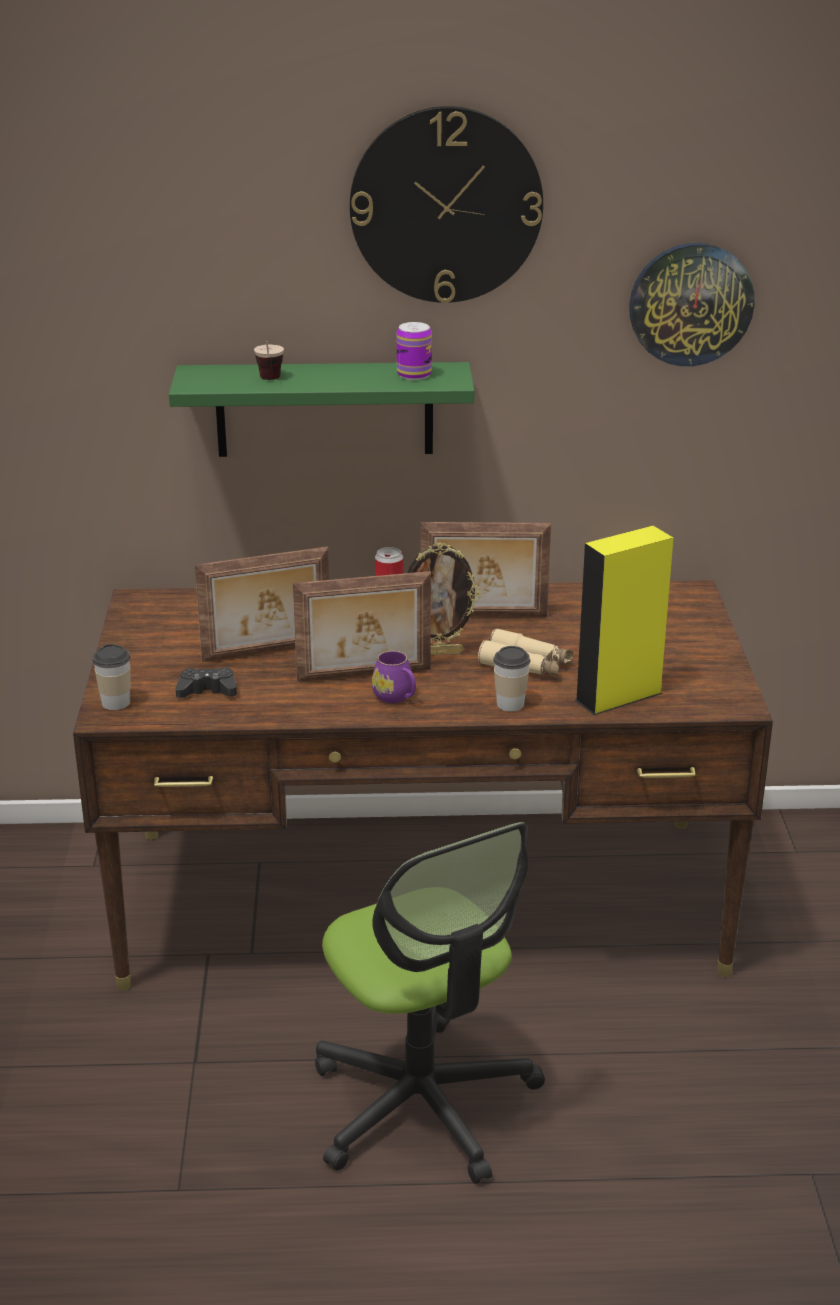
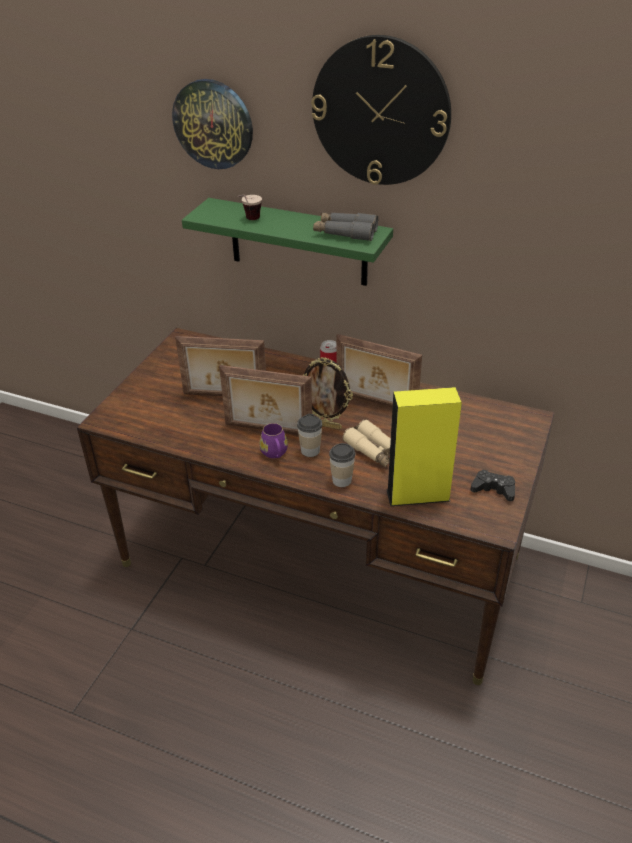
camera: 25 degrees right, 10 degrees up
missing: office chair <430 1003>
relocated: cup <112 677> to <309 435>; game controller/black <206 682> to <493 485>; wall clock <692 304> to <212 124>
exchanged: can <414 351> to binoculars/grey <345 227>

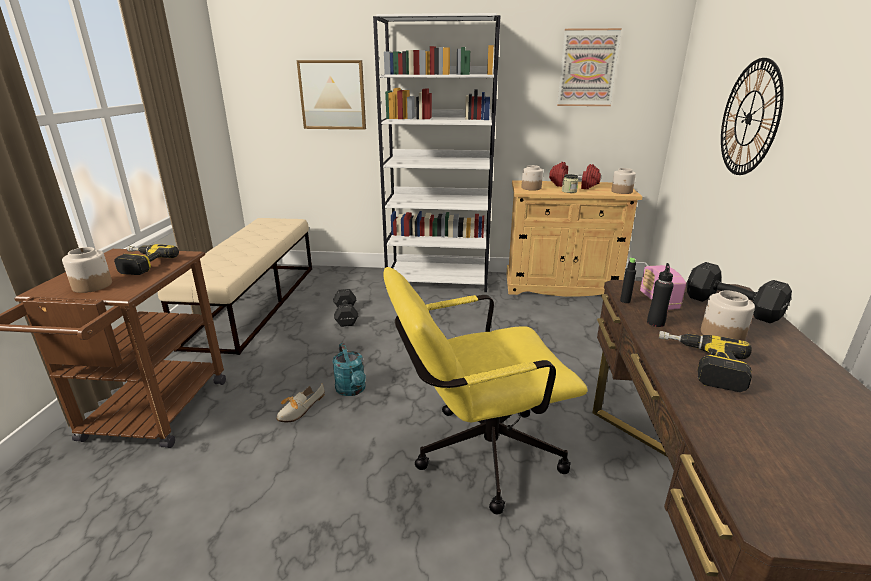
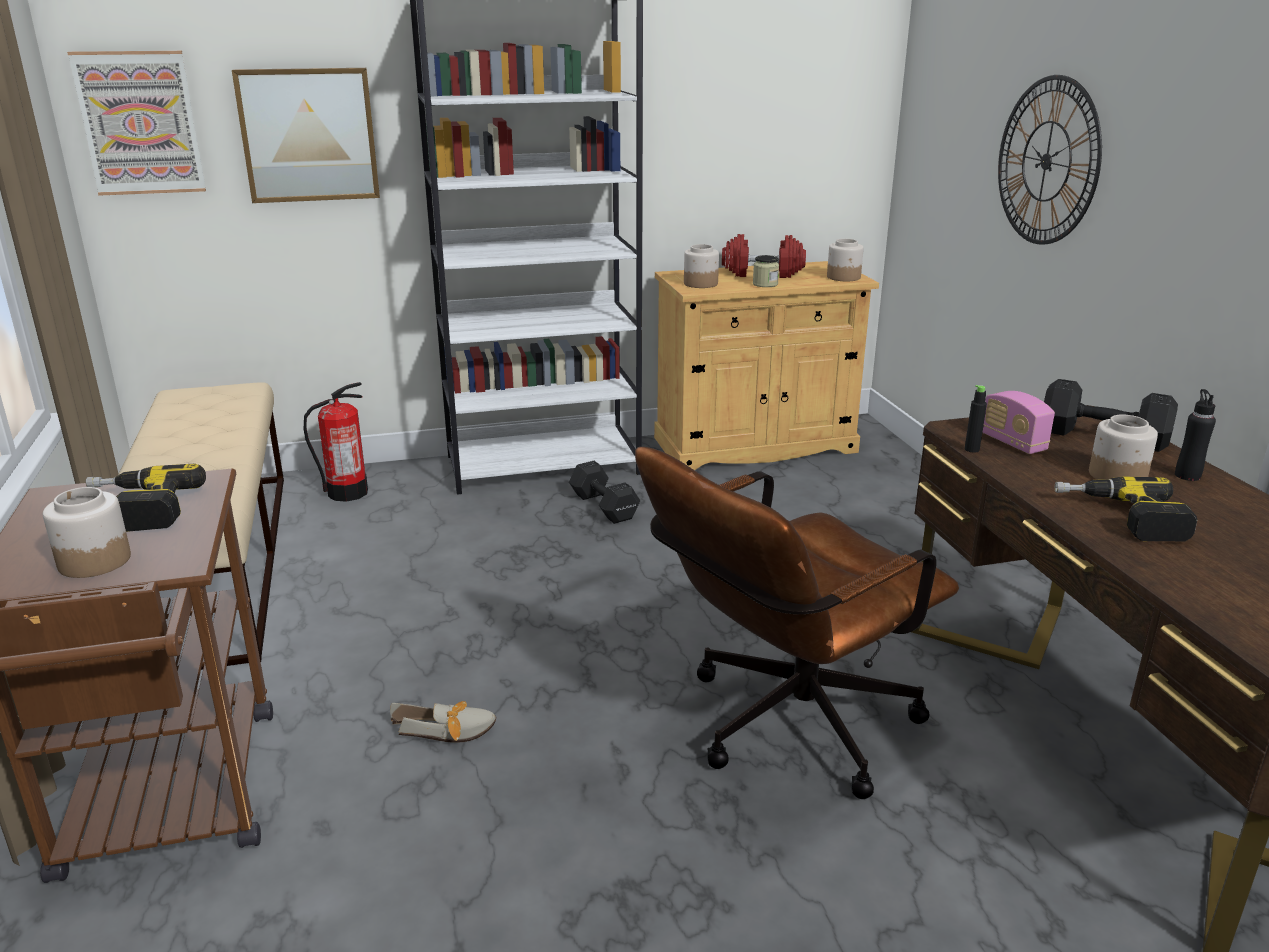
camera: 20 degrees left, 0 degrees up
missing: watering can/turquoise <349 369>
appeared: fire extinguisher <336 442>
relocated: dumbbell/black <345 308> to <604 492>; picture <589 67> to <136 123>; bottle/black <660 295> to <1195 435>
colour: office chair/yellow <485 390> to office chair/brown <797 623>
spun: shoe <300 402> = <443 722> 105 degrees counterclockwise

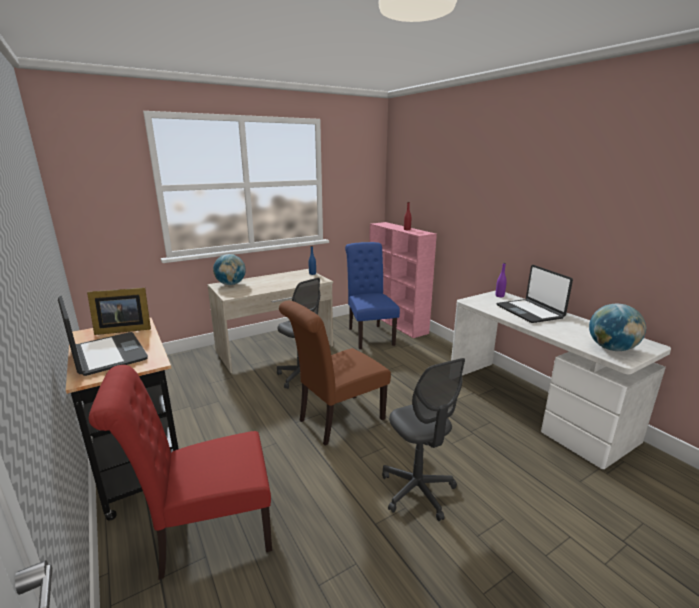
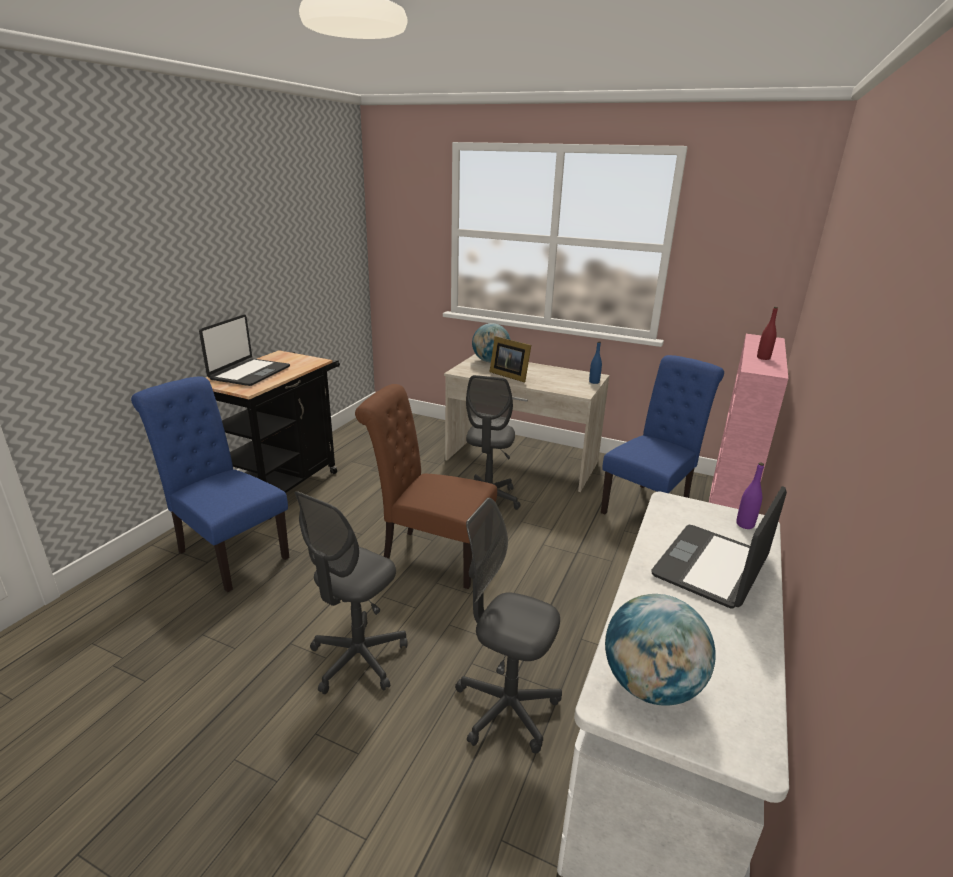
camera: 55 degrees right, 5 degrees up
appeared: office chair/grey <508 626>
relocated: picture frame <119 311> to <510 359>
colour: chair/red <180 472> to chair/blue <210 484>

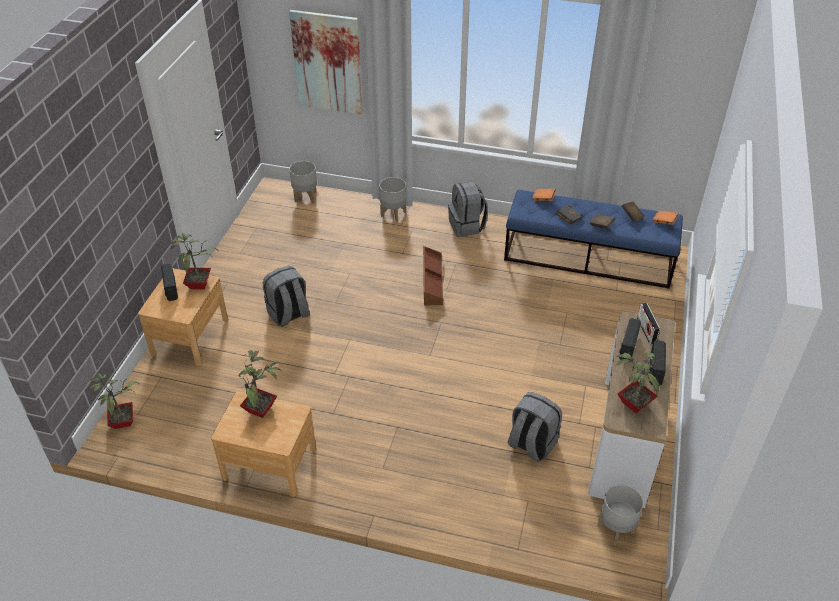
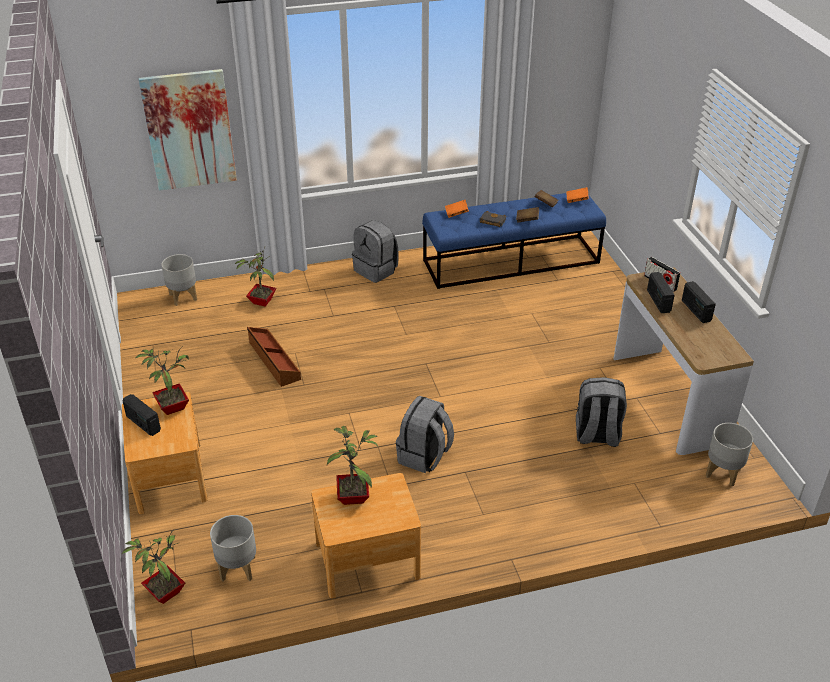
camera: 30 degrees left, 5 degrees down
relocated: backpack/grey <286 296> to <425 434>; planter/grey <392 199> to <233 548>; storage box/brown <433 275> to <274 357>; potted plant <639 380> to <255 277>

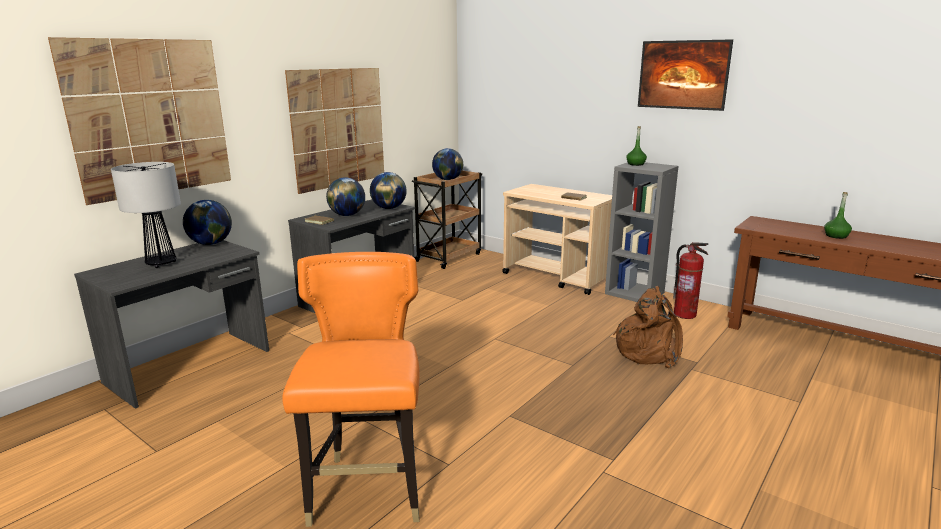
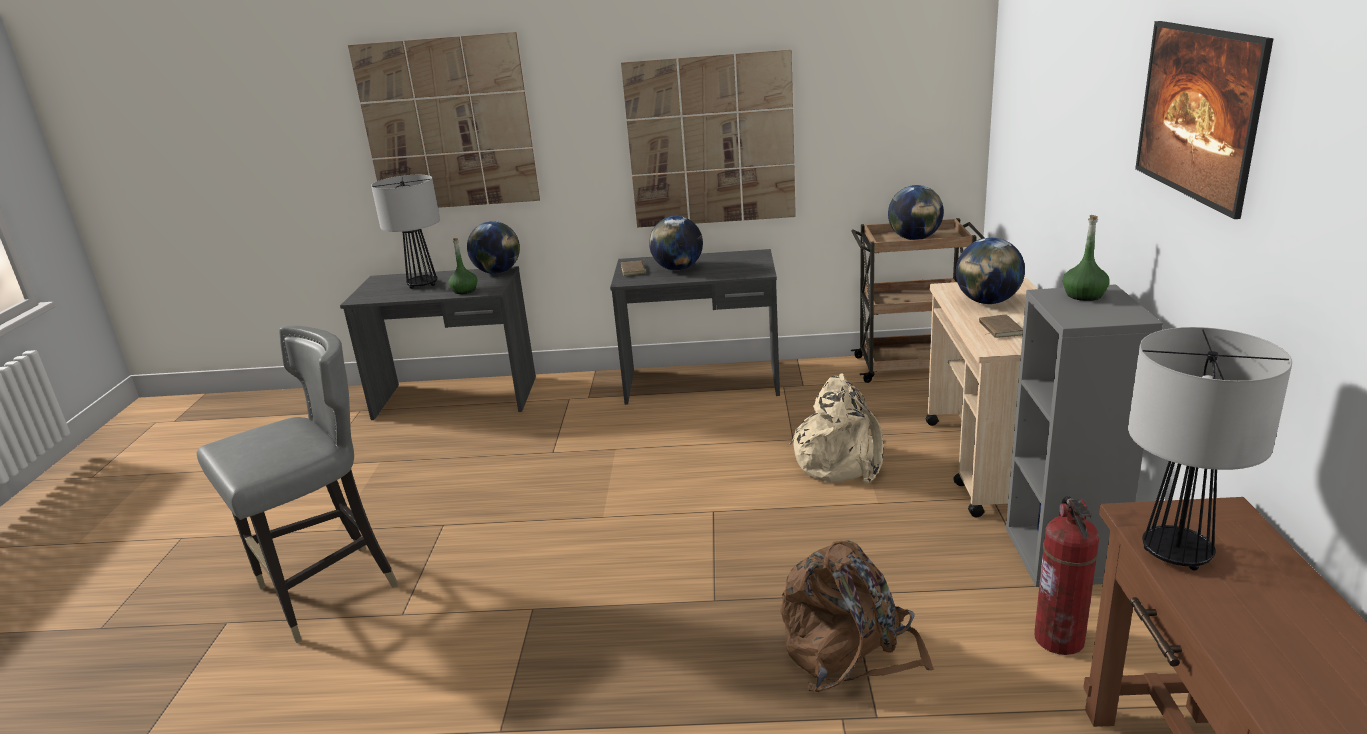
camera: 55 degrees right, 5 degrees up
appeared: backpack/beige <836 428>; table lamp <1210 449>
relocated: globe <388 190> to <990 271>; bottle/green <838 215> to <462 266>
colour: chair/orange <351 389> to chair/grey <297 484>

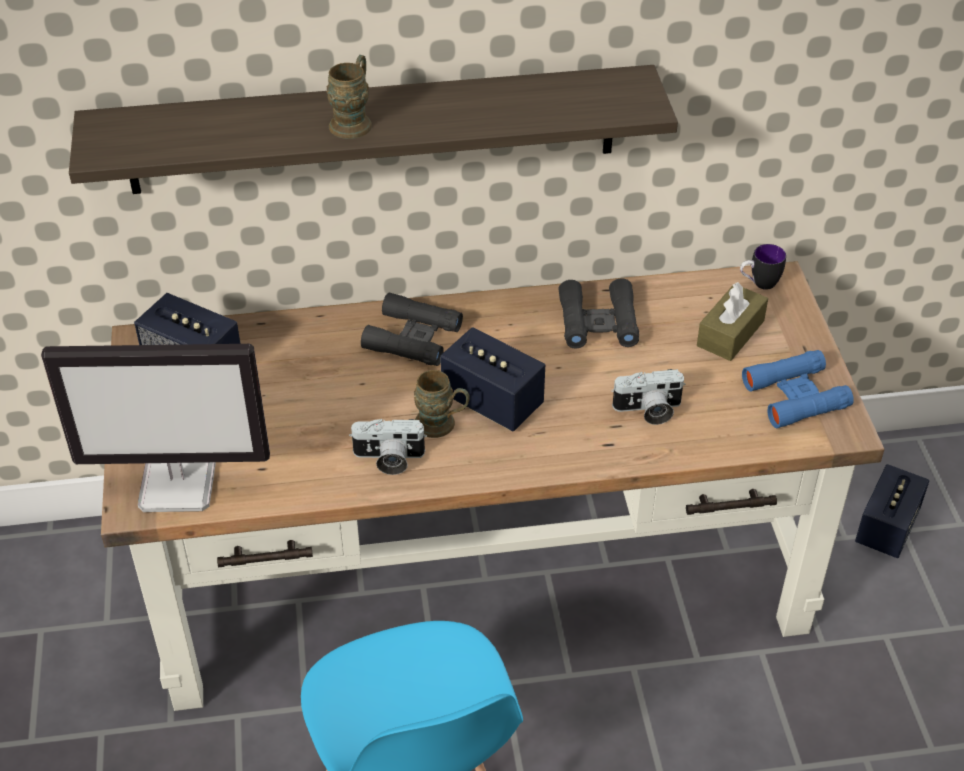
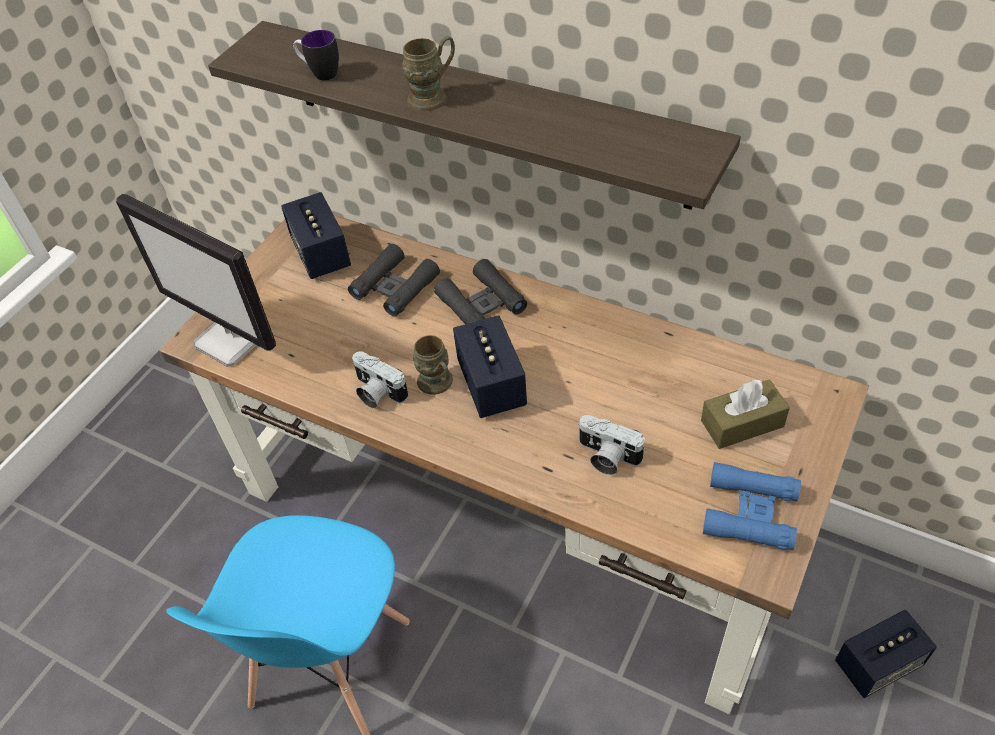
camera: 40 degrees right, 5 degrees up
relocated: binoculars/black <598 313> to <394 280>; mug <763 267> to <316 55>

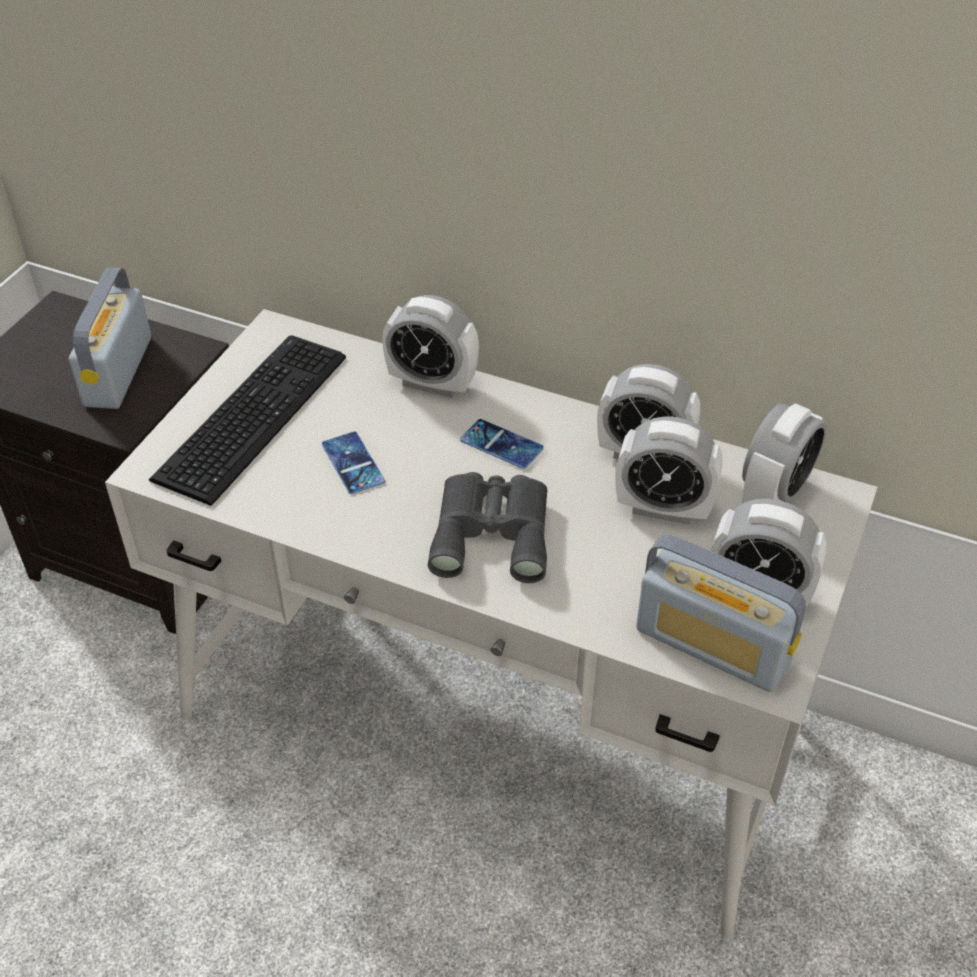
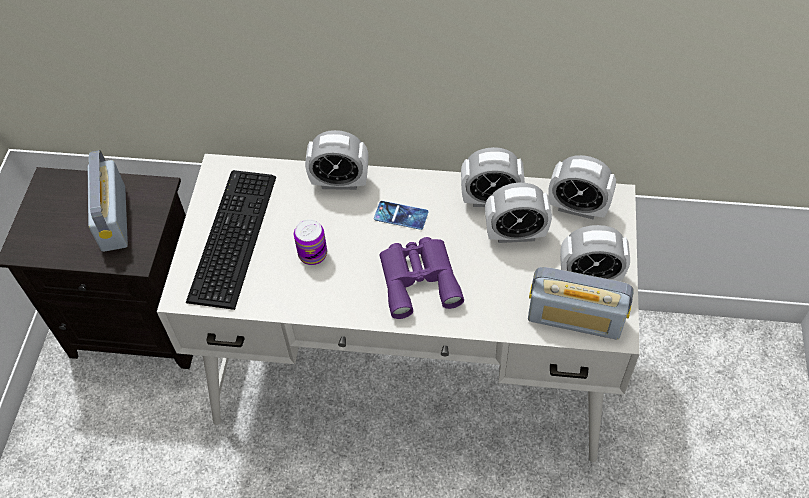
camera: 15 degrees left, 10 degrees up
exchanged: phone <353 463> to can <310 242>
colour: binoculars/grey <487 527> to binoculars/purple <422 278>
spun: alarm clock <784 453> = <582 187> 90 degrees clockwise

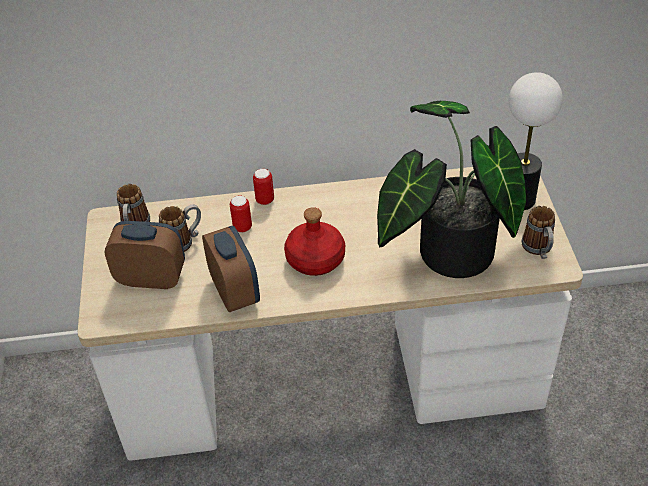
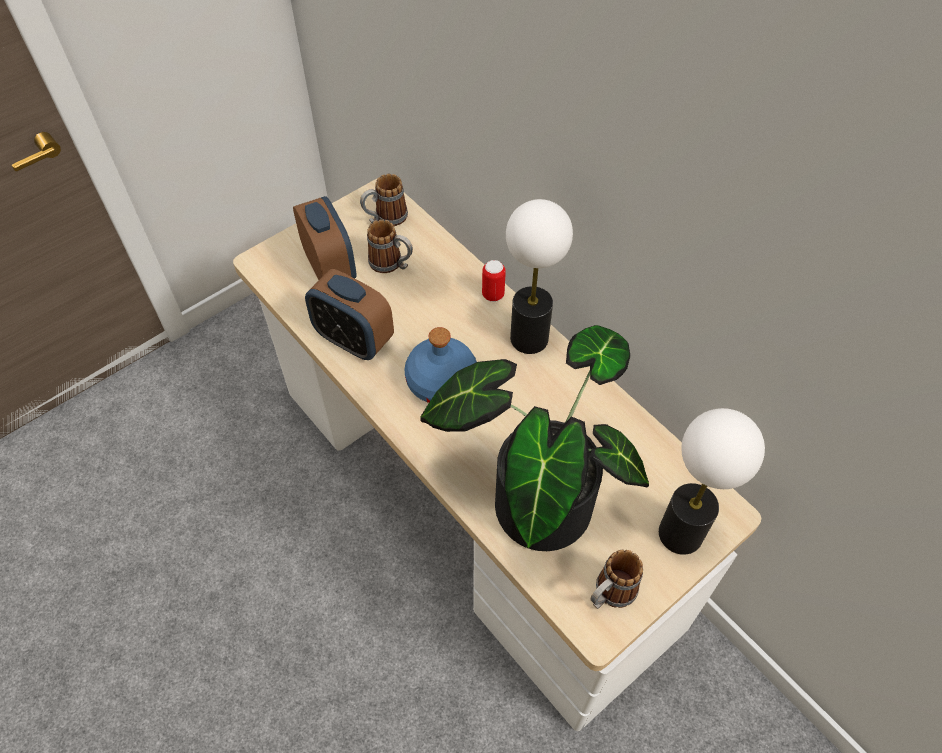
camera: 55 degrees right, 10 degrees up
missing: can <241 213>
appeared: table lamp <539 276>
colour: bottle/red <314 241> to bottle/blue <441 365>
spun: alarm clock <231 269> = <349 314> 90 degrees clockwise

